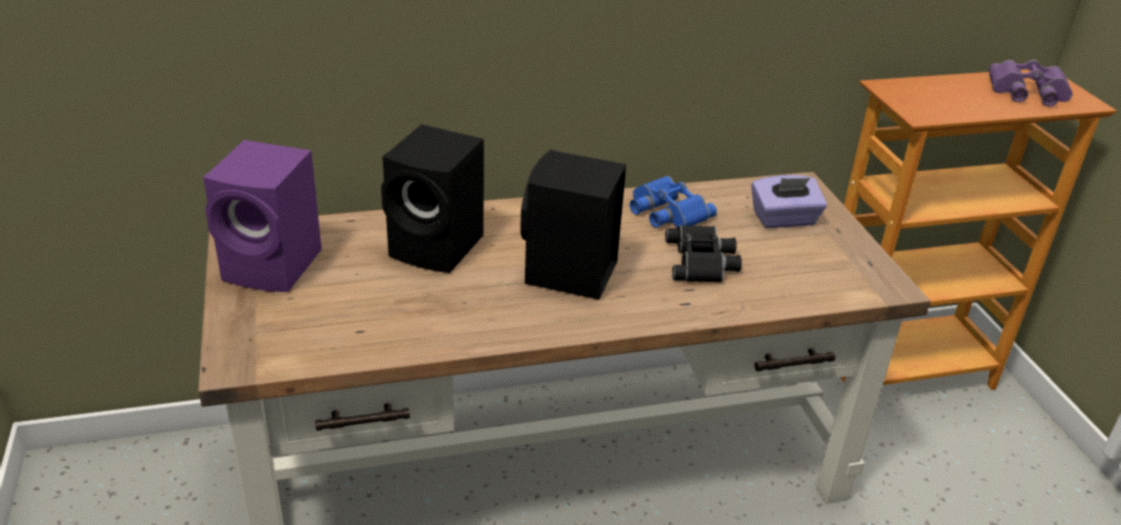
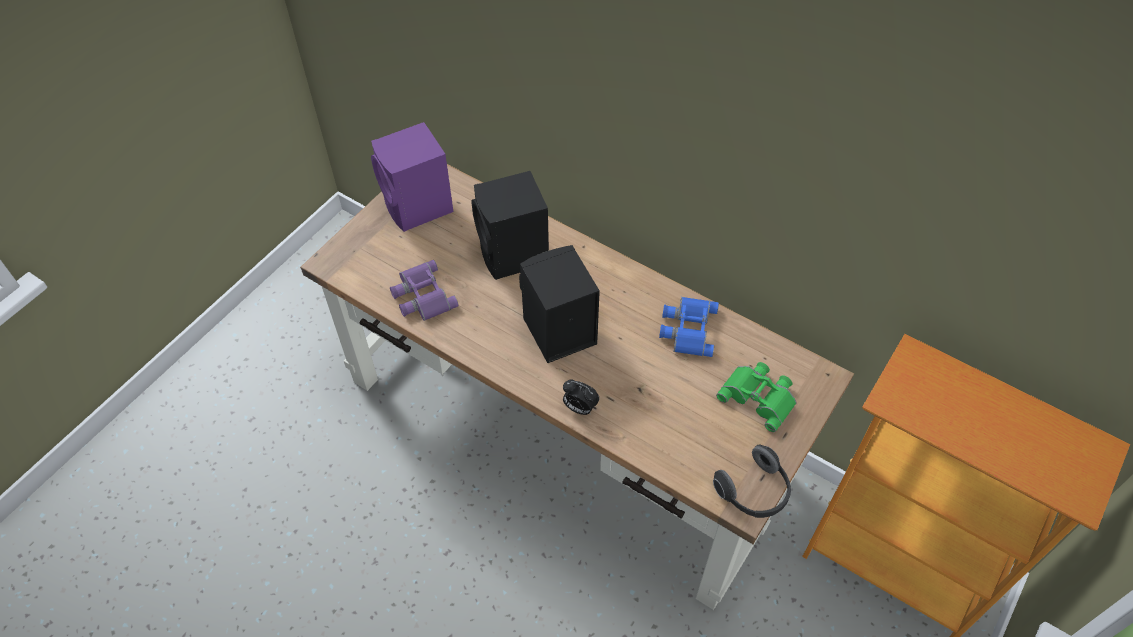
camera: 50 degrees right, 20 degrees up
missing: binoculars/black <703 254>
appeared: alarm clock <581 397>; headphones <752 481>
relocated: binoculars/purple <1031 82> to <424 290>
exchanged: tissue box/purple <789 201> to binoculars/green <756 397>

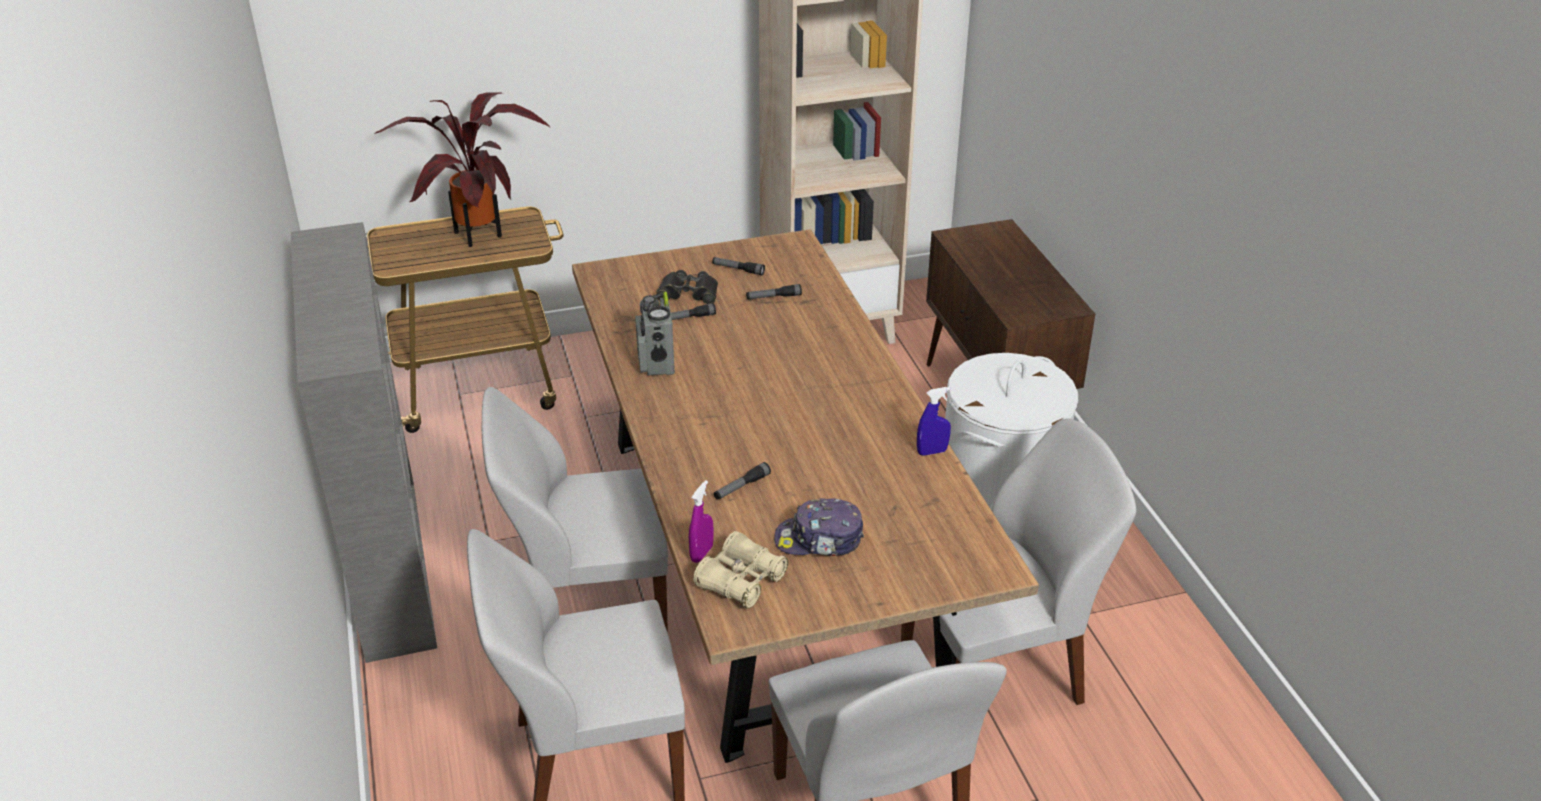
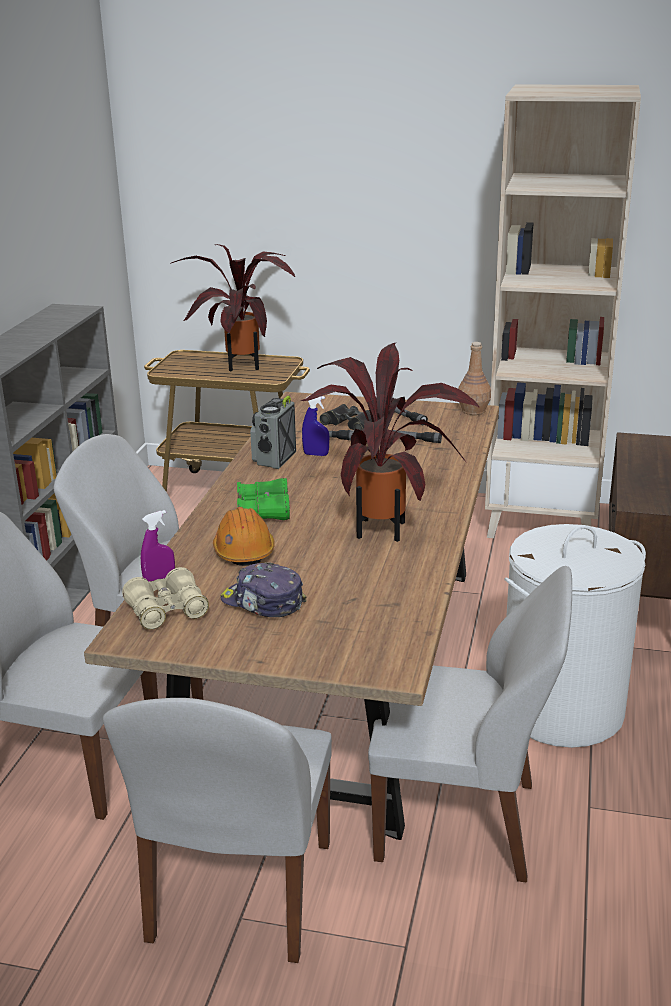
camera: 30 degrees right, 10 degrees down
appeared: binoculars/green <263 499>; potted plant <390 442>; bottle/brown <474 378>
relocated: spray bottle/blue <934 421> to <315 425>
exchanged: flashlight <742 481> to hard hat/orange <244 536>

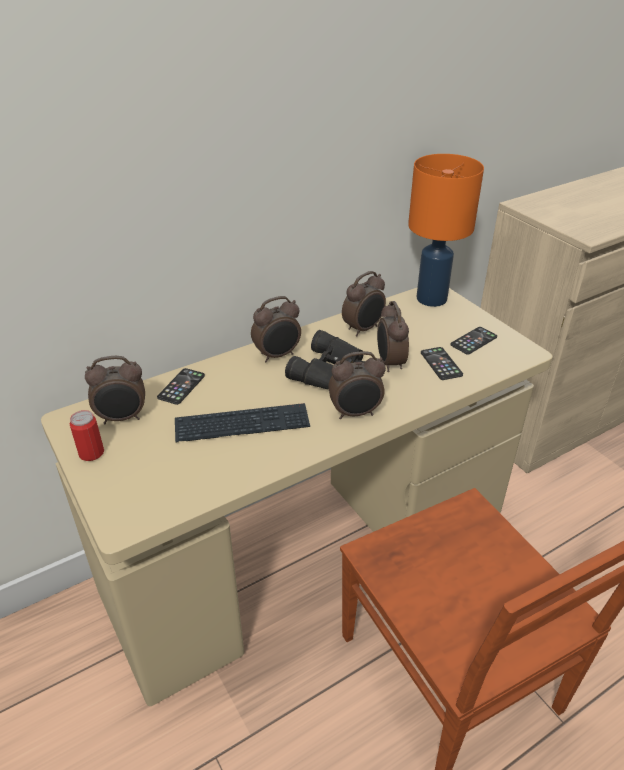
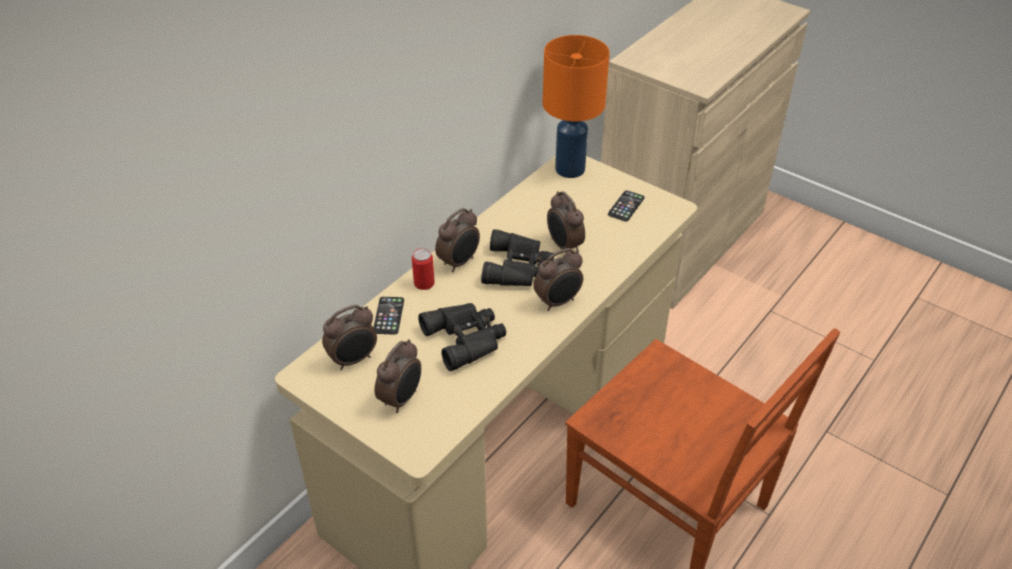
camera: 20 degrees left, 5 degrees up
missing: phone <442 363>
relocated: can <87 435> to <423 269>; alarm clock <364 303> to <397 376>
exchanged: keyboard <242 422> to binoculars/black <462 337>

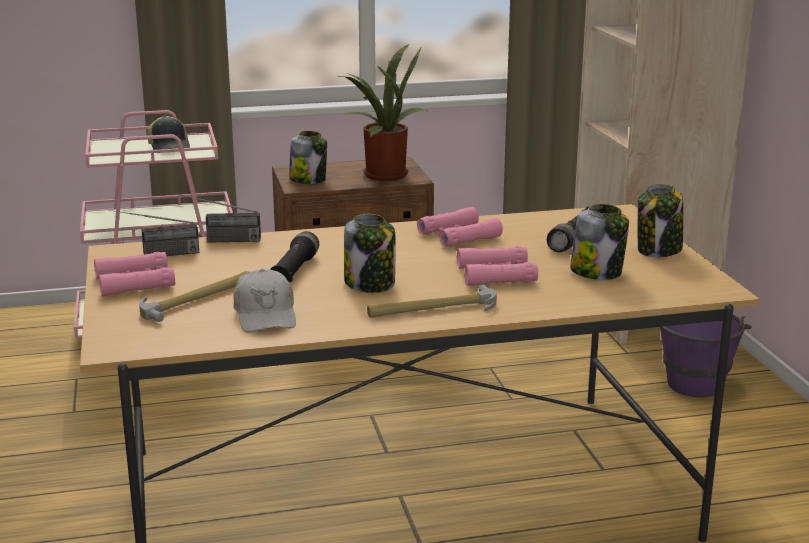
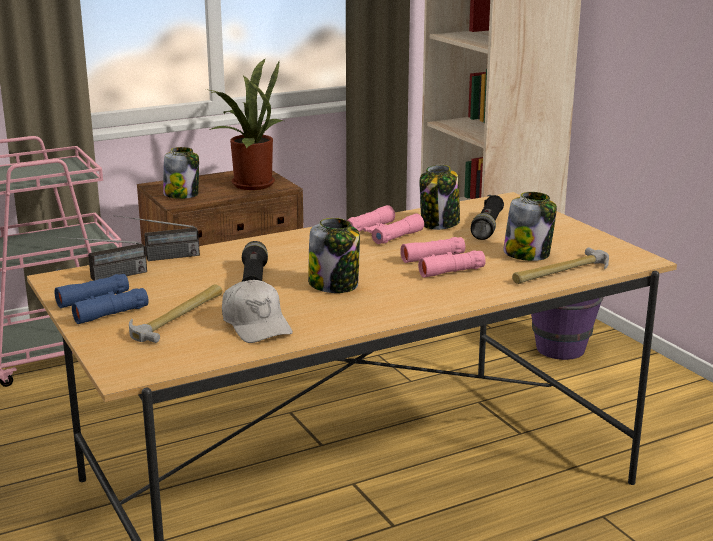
camera: 15 degrees left, 0 degrees up
missing: cap <168 132>
relocated: hammer <432 301> to <560 265>; jar <660 220> to <440 197>
colour: binoculars/pink <134 274> to binoculars/blue <101 299>

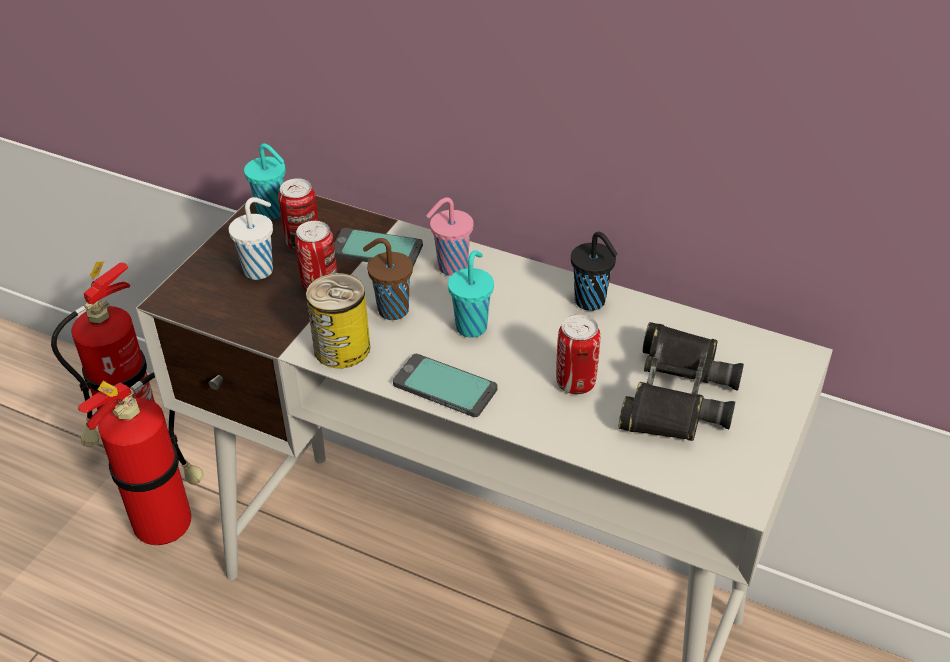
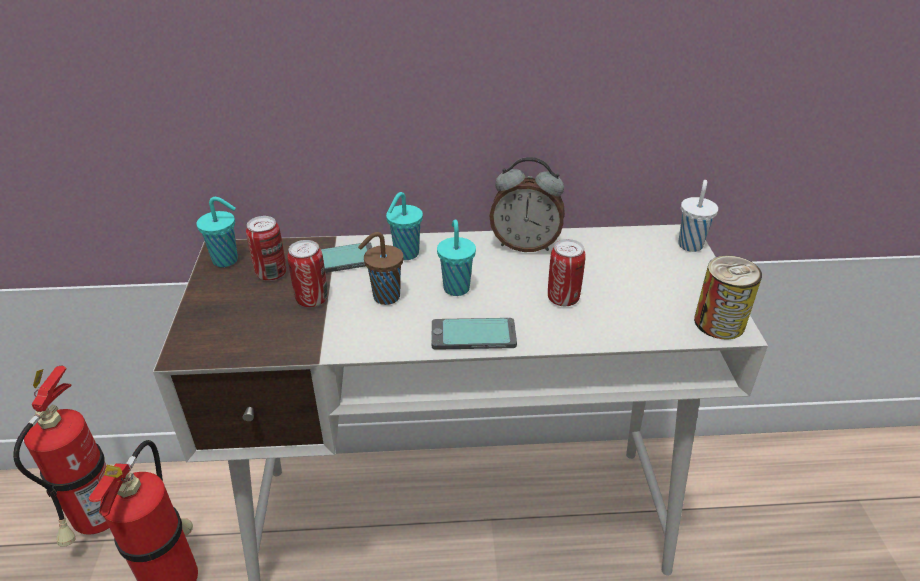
camera: 30 degrees left, 5 degrees down
missing: binoculars/black <681 381>
relocated: cup/white <251 238> to <698 216>; can <338 320> to <728 297>
exchanged: cup/black <594 271> to alarm clock <527 204>
colour: cup/pink <449 236> to cup/turquoise <404 226>

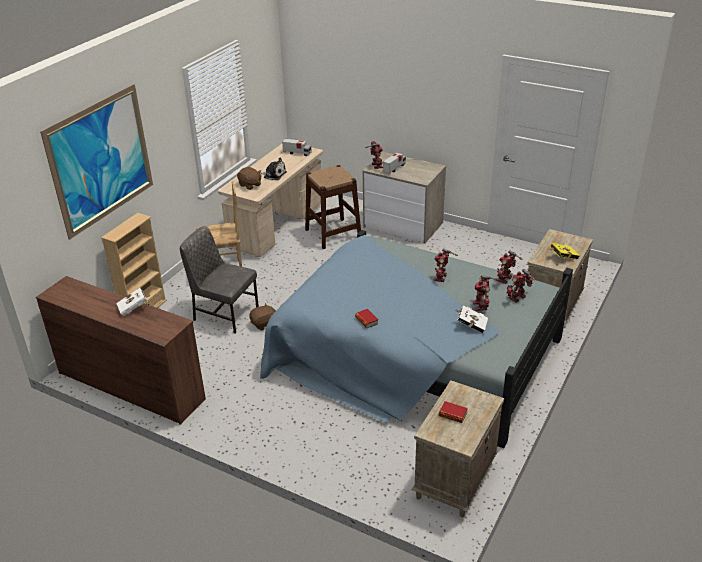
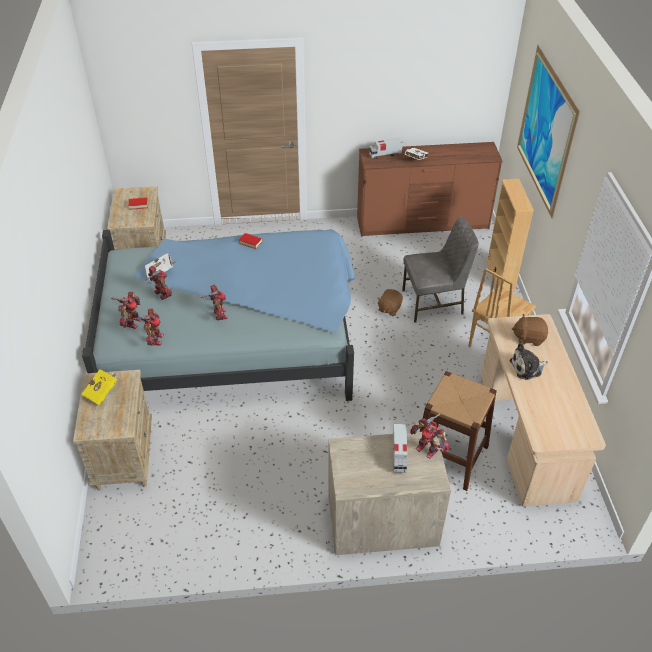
camera: 145 degrees right, 10 degrees up
relocated: toy truck <297 147> to <386 148>

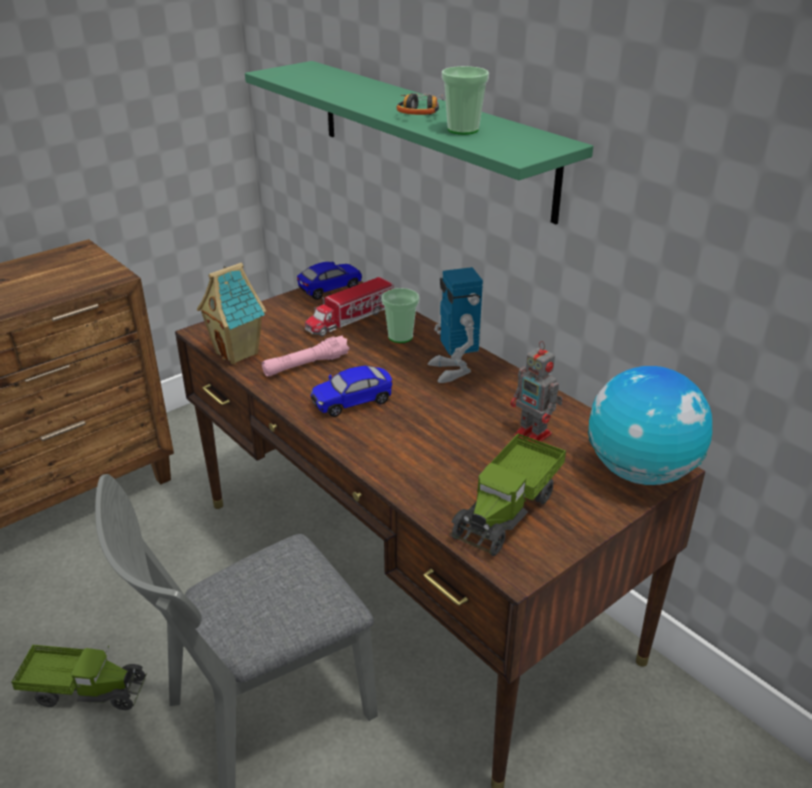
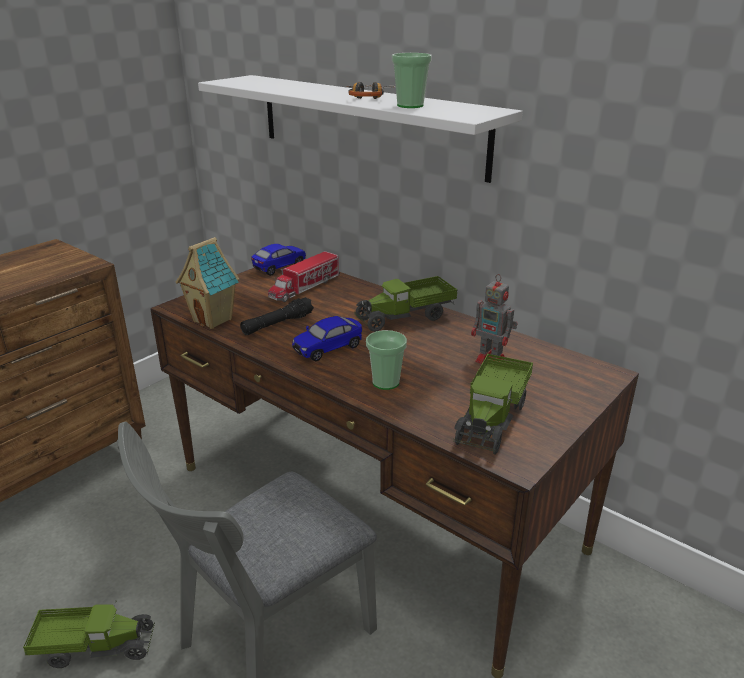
camera: 10 degrees left, 5 degrees down
missing: globe <650 425>
relocated: cup <400 315> to <386 360>
exchanged: toy robot <455 325> to toy truck <406 304>
colour: shelf/green <419 142> to shelf/white <360 129>; flashlight/pink <306 356> to flashlight/black <277 316>

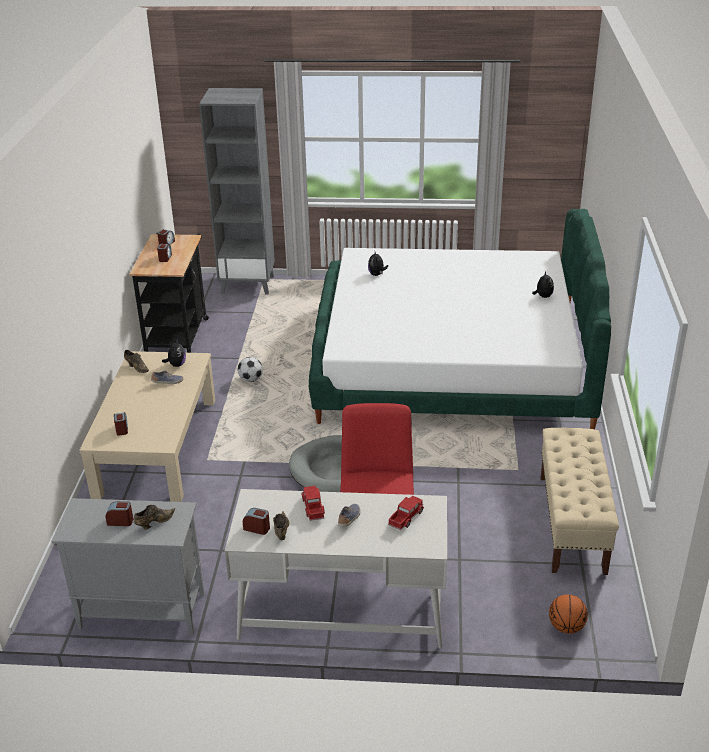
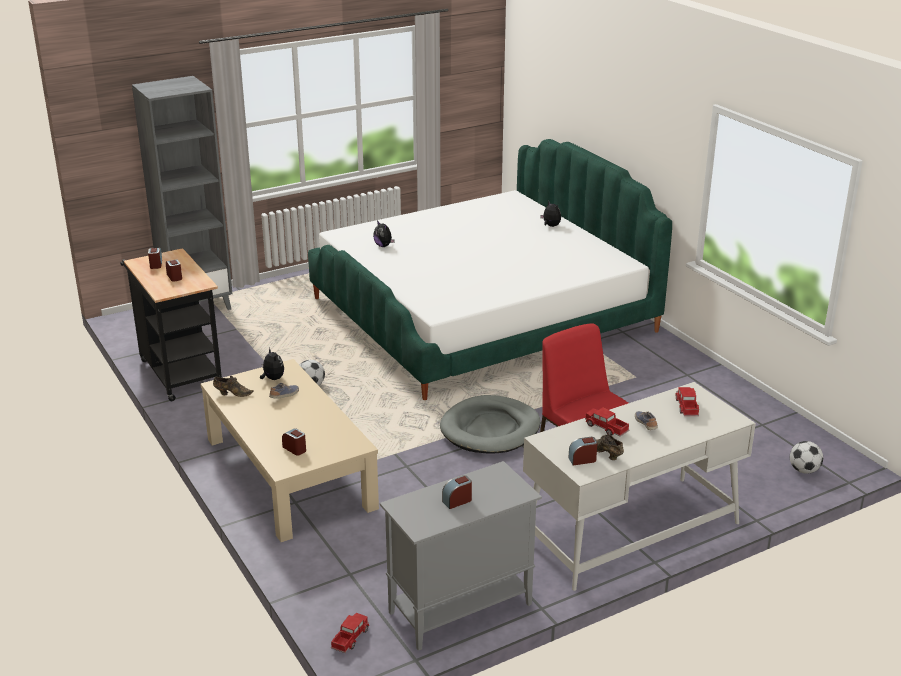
camera: 35 degrees left, 5 degrees down
missing: shoe/brown <154 517>; bench/beige <579 501>
appeared: toy truck <350 633>
exchanged: basketball <568 614> to football <806 457>

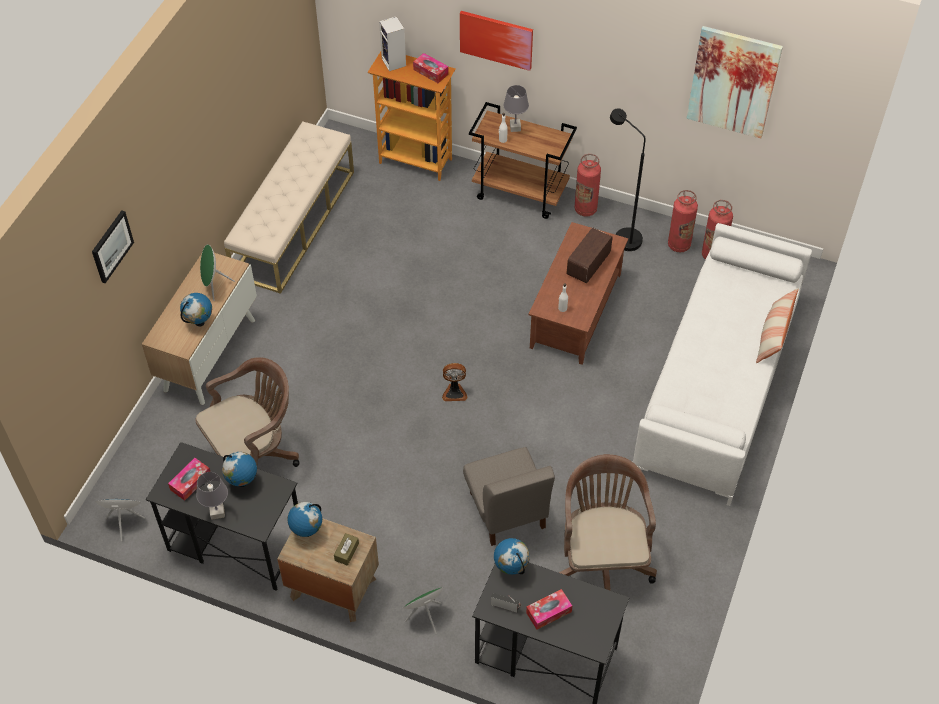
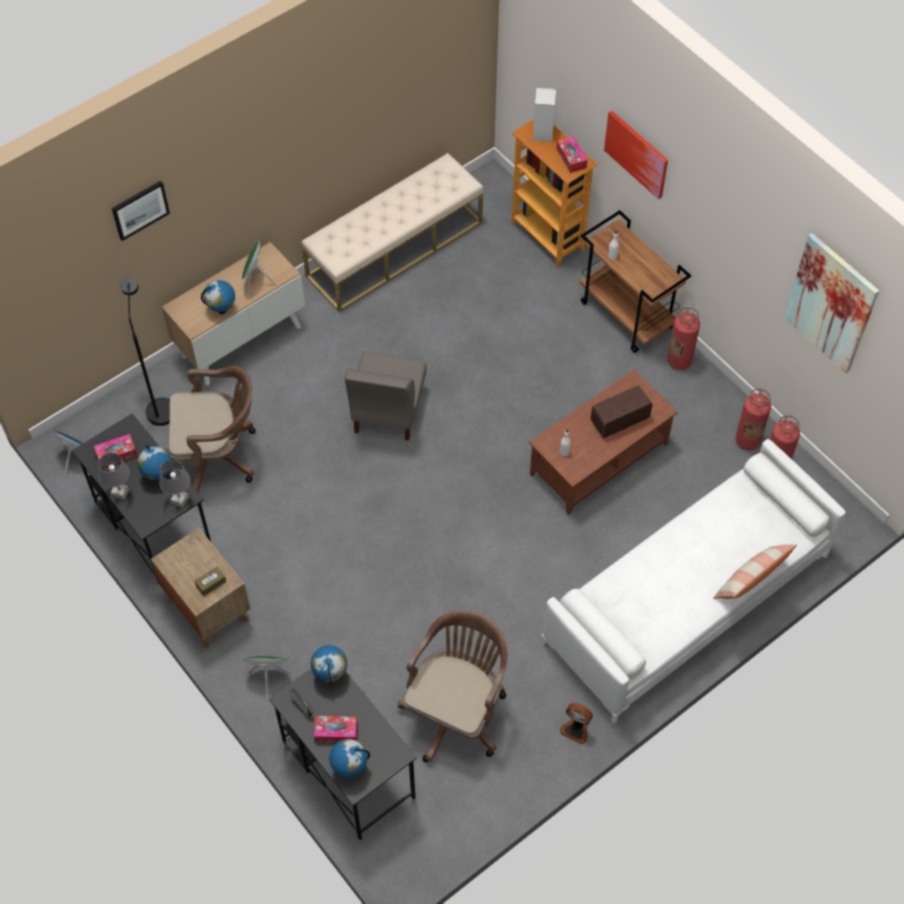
camera: 30 degrees right, 5 degrees up
relocated: globe <305 519> to <349 758>; fan <455 382> to <576 723>; chair/grey <509 496> to <385 396>; table lamp/grey <516 108> to <174 484>; floor lamp/black <628 179> to <145 351>

